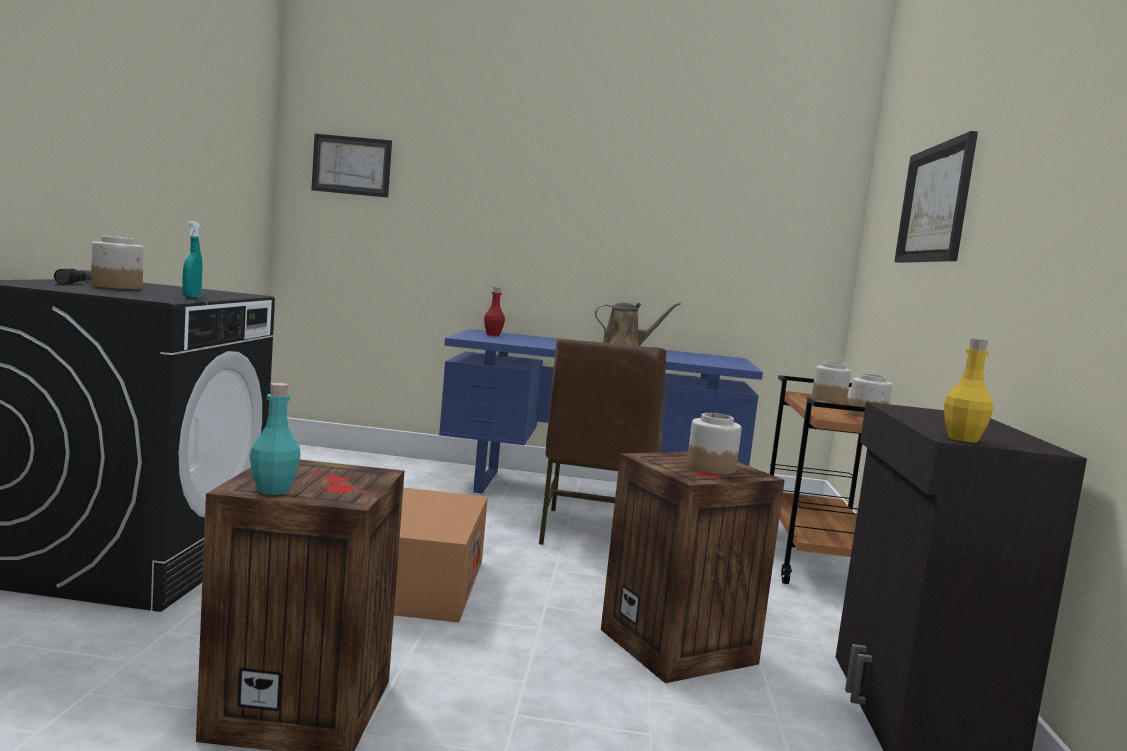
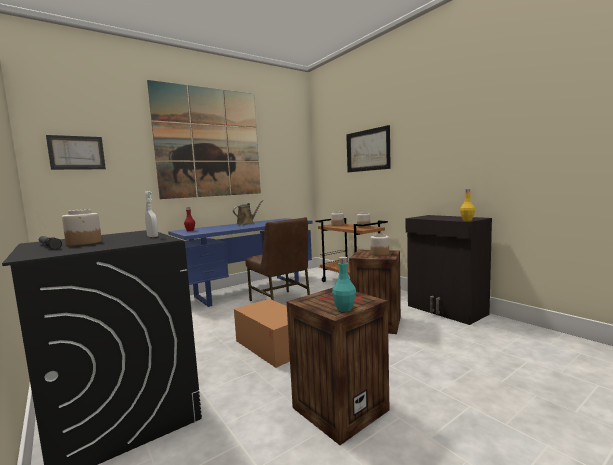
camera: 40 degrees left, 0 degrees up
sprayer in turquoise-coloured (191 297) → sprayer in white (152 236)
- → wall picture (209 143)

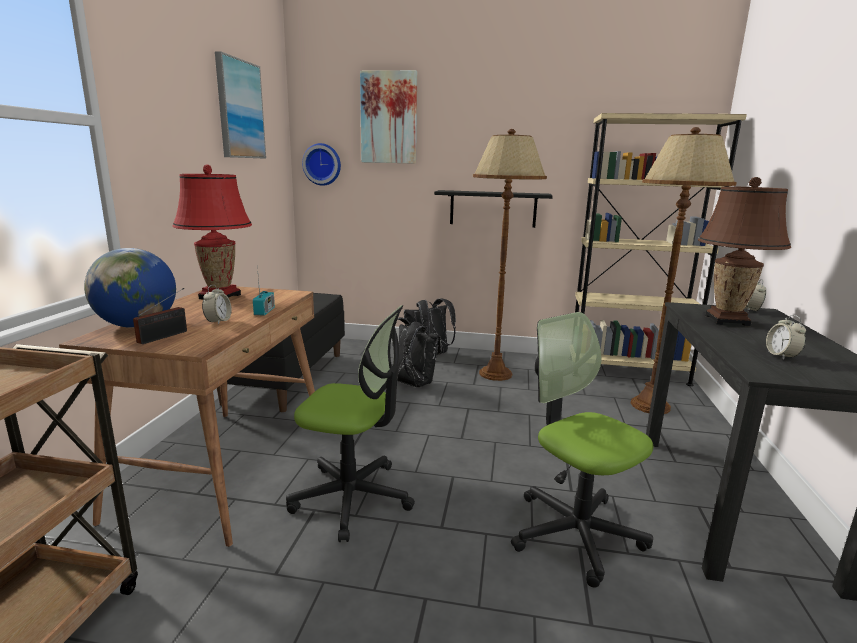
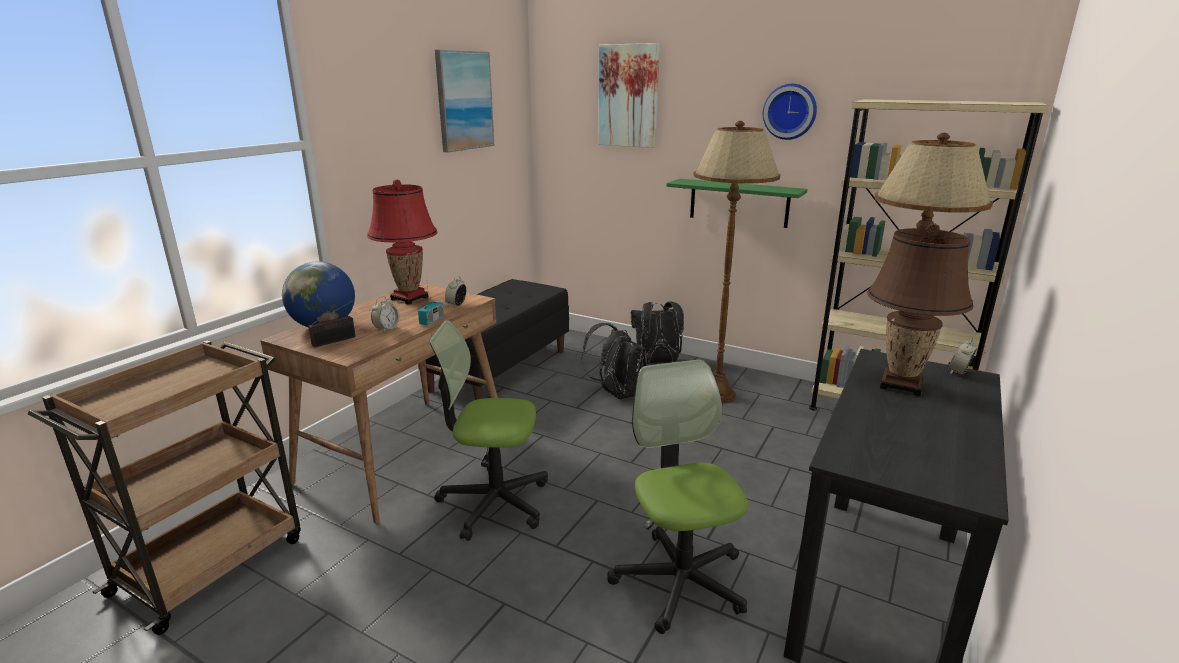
camera: 20 degrees right, 5 degrees up
clock on the wall (322 164) → clock on the wall (790 111), move
bracket shelf in black (493 208) → bracket shelf in green (738 203)
desk chair (352 497) → desk chair (494 502), 150 degrees clockwise
alarm clock (781 356) → alarm clock (456 304), move

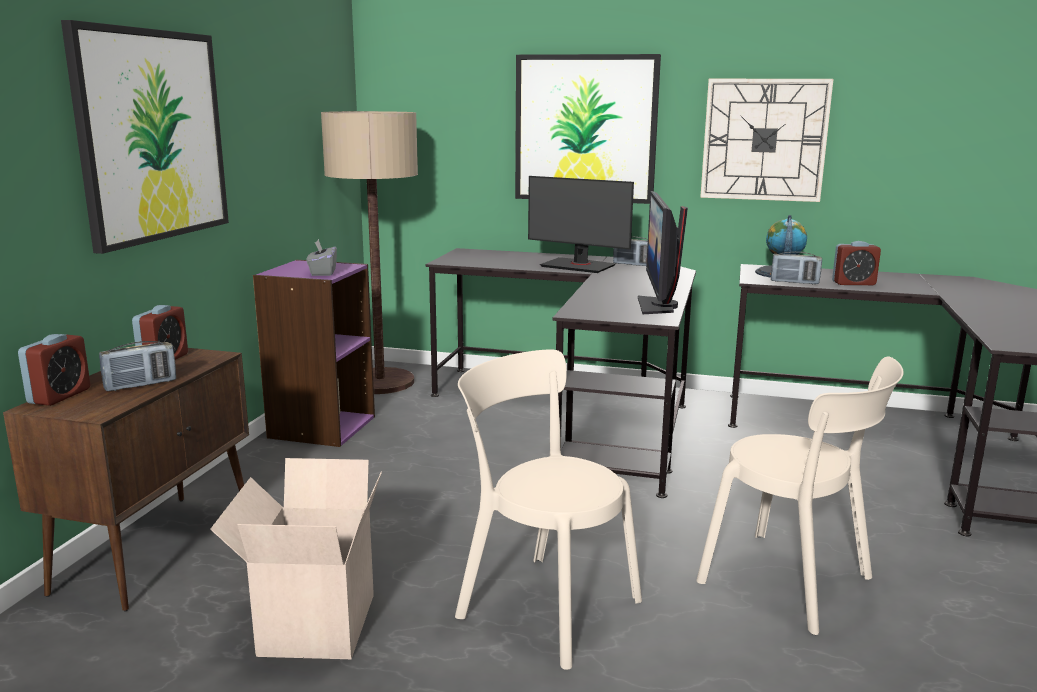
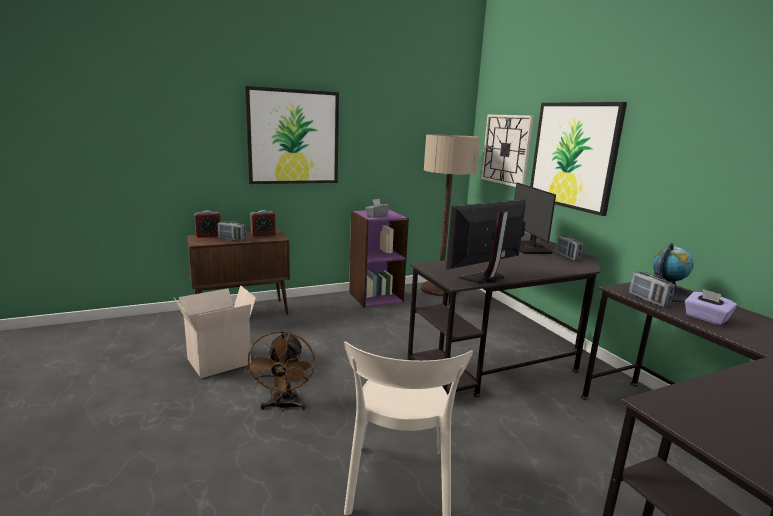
camera: 50 degrees right, 0 degrees up
clock on the wall (764 140) → clock on the wall (506 149), move
alarm clock (853 283) → tissue box in purple (706 318)
chair in sand-coloured (542 605) → electric fan in brown-coloured (283 406)

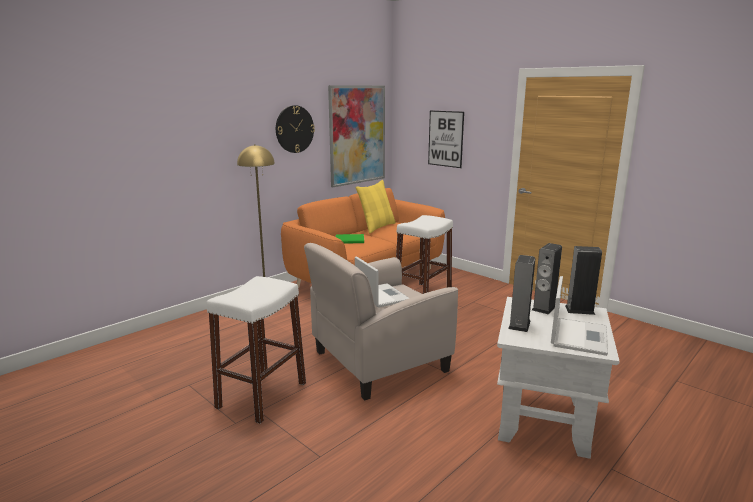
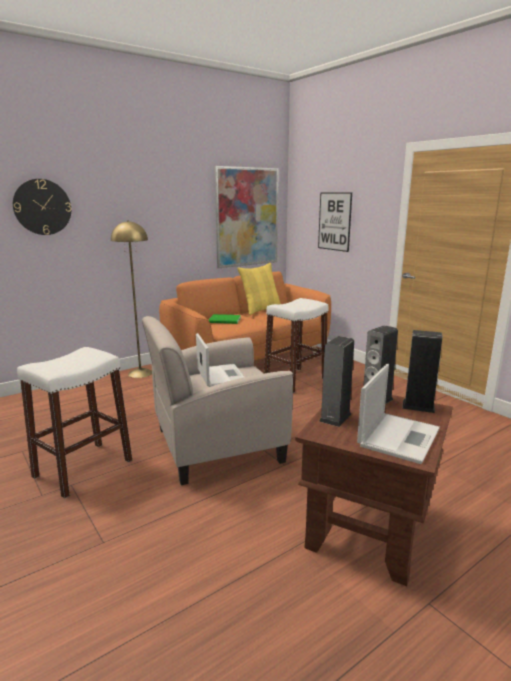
camera: 10 degrees right, 0 degrees up
clock on the wall (294 129) → clock on the wall (42 207), move
end table in white (544 420) → end table in brown-coloured (369 530)

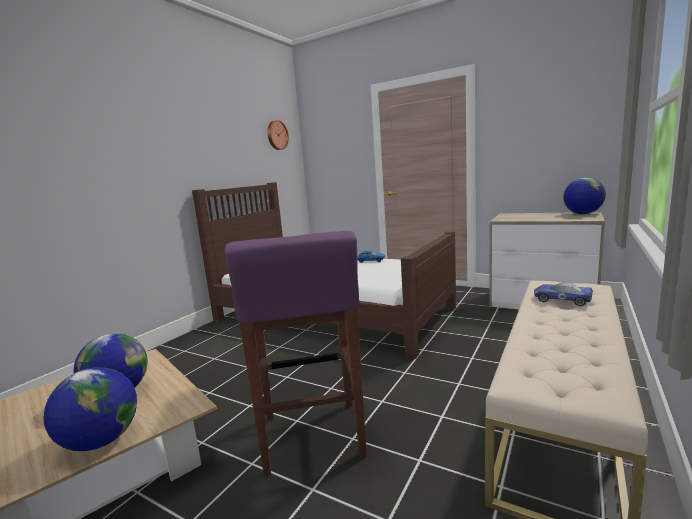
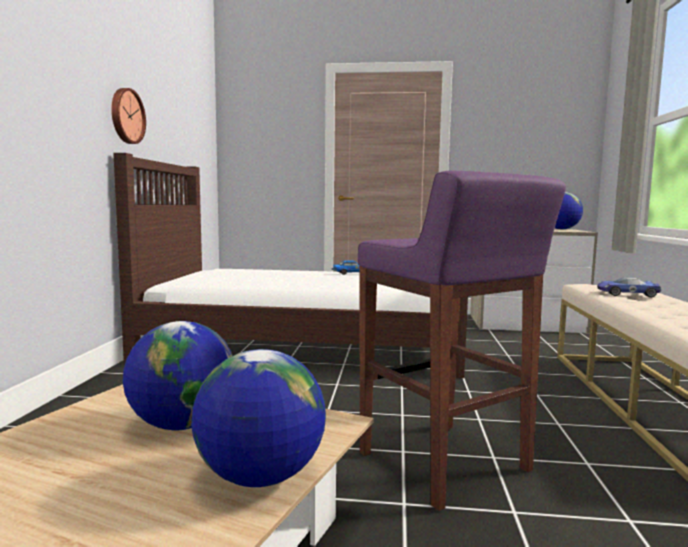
camera: 25 degrees left, 5 degrees down
clock on the wall (277 135) → clock on the wall (126 116), move

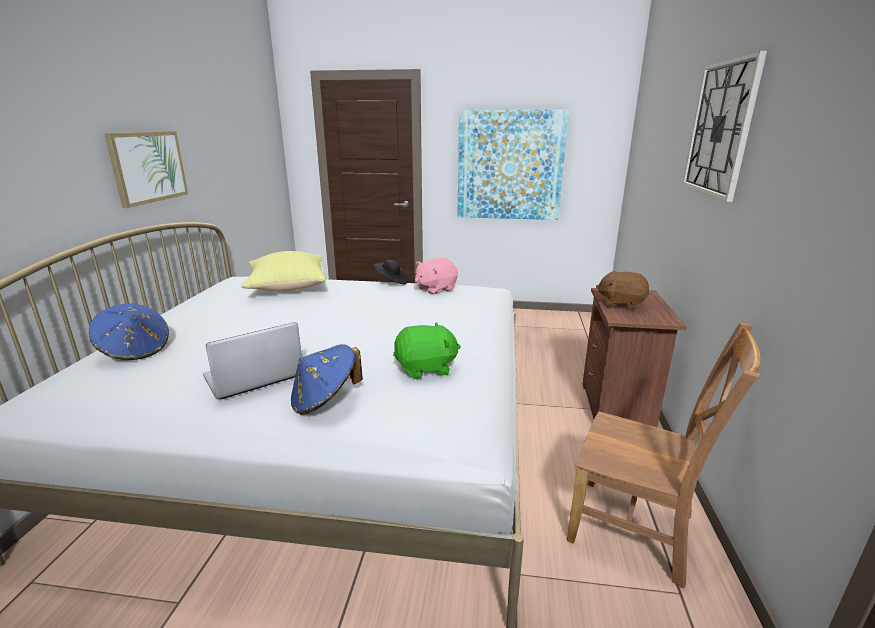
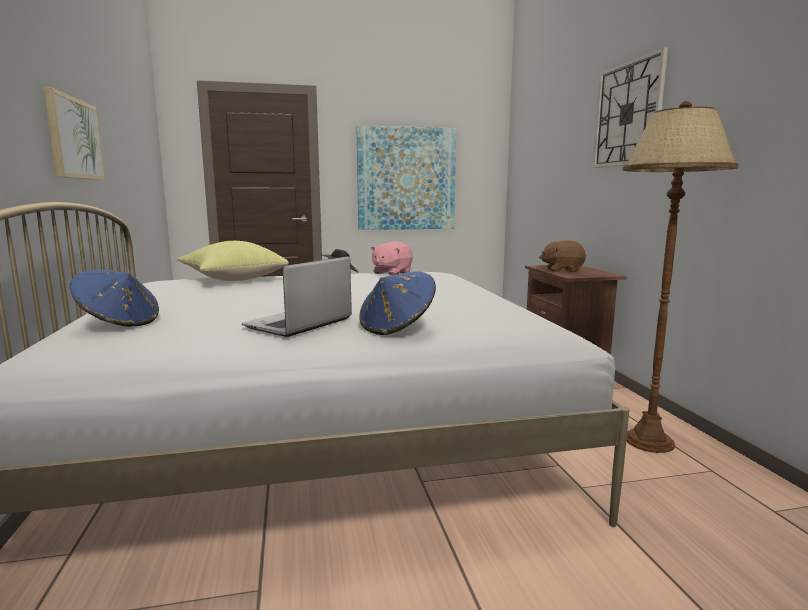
camera: 20 degrees left, 10 degrees down
soft toy in green (426 368) → -
chair in brown-coloured (636 531) → floor lamp in brown-coloured (648 441)

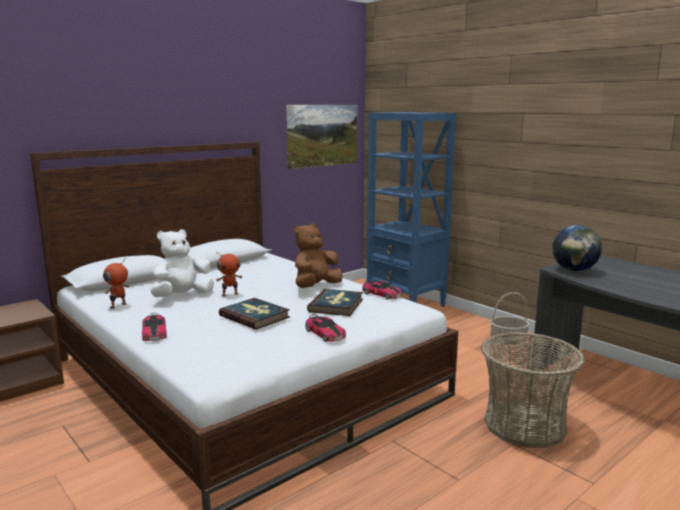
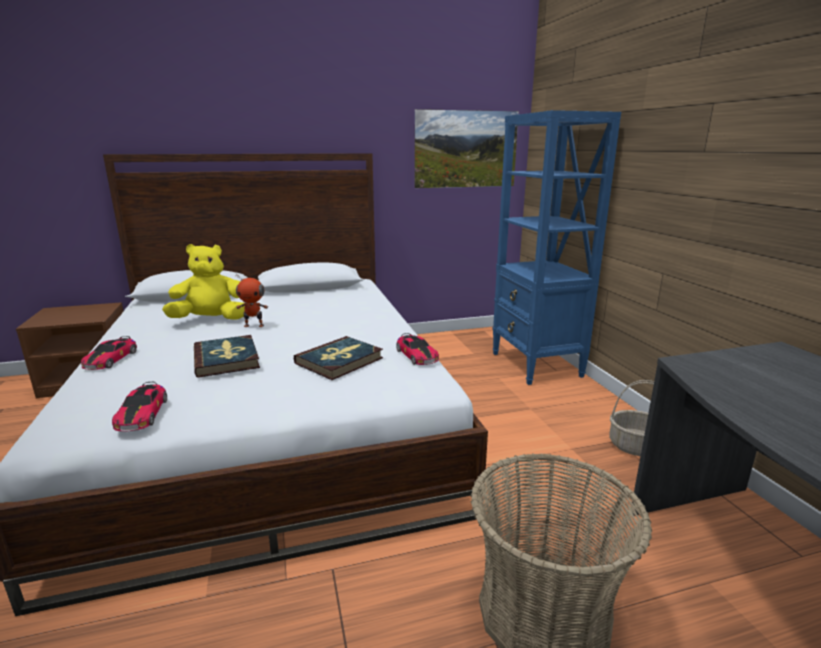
camera: 25 degrees right, 5 degrees up
soft toy in brown-coloured (316 287) → -
globe (574 270) → -
soft toy in white (182 296) → soft toy in yellow (211 320)
toy robot (119 306) → -
model car (325 334) → model car (142 414), move

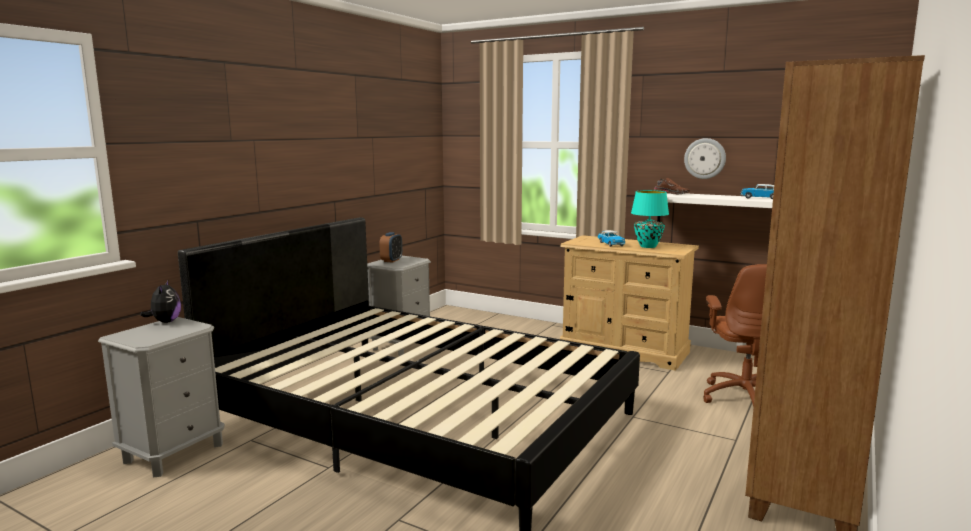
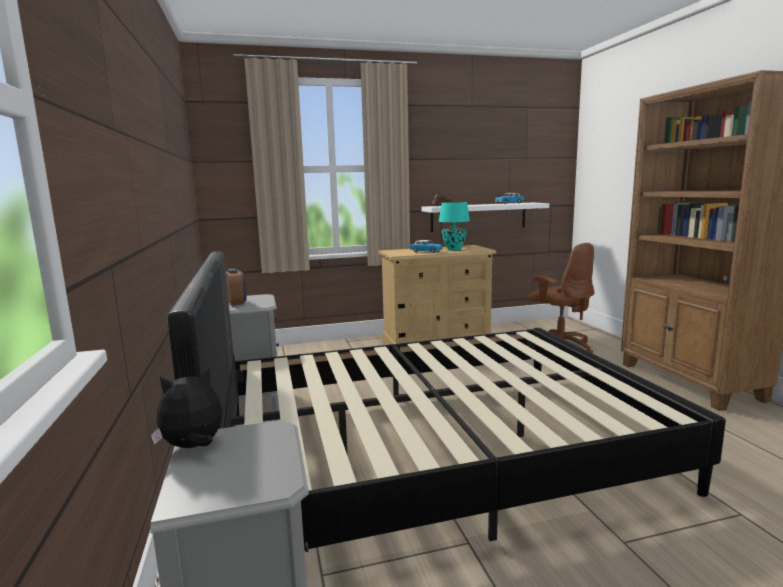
camera: 45 degrees left, 0 degrees up
clock on the wall (705 158) → -
soft toy (165 322) → soft toy (193 447), 60 degrees counterclockwise

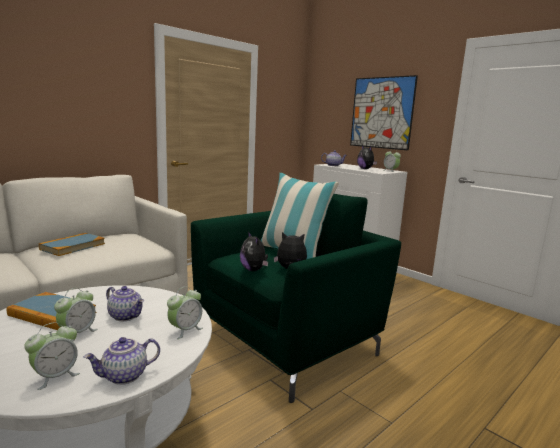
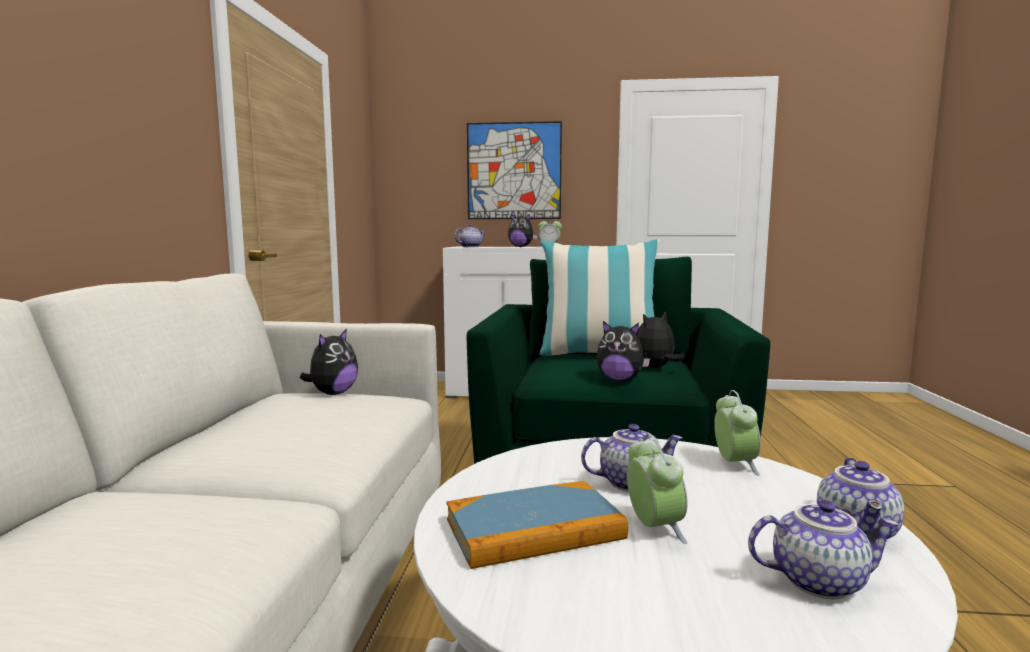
camera: 40 degrees left, 5 degrees down
book (73 246) → -
alarm clock (55 376) → pot for tea (818 580)
- → soft toy (333 393)

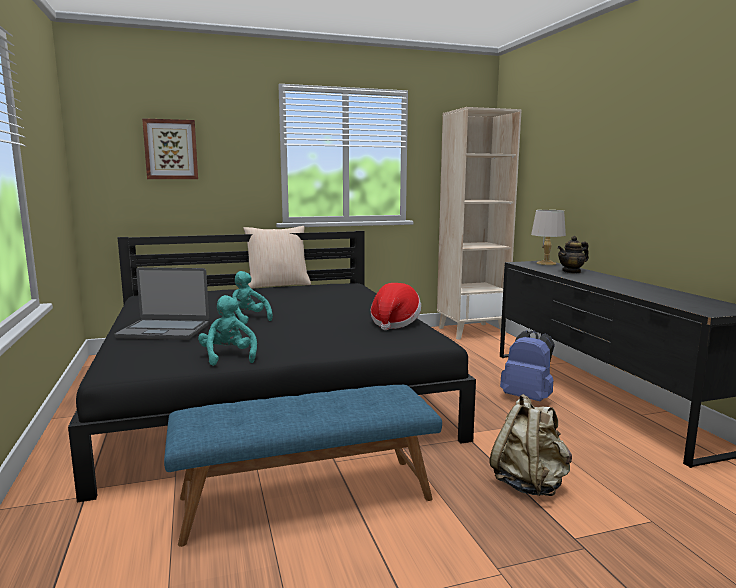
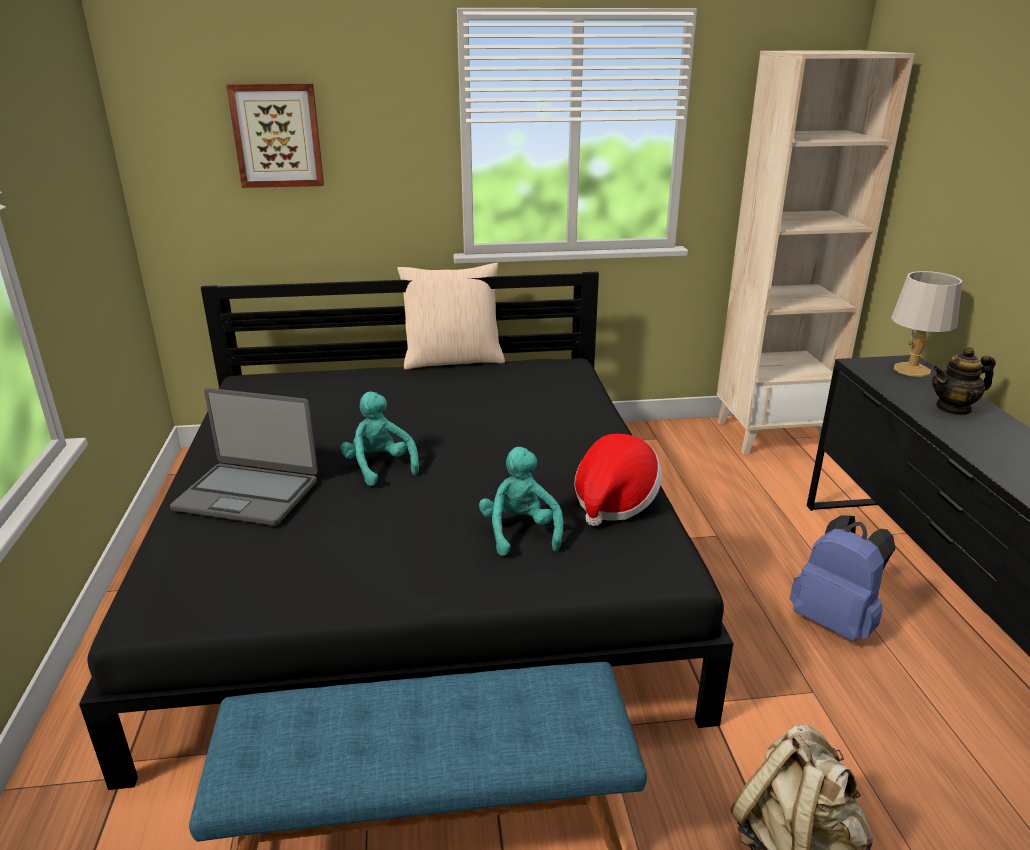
camera: 10 degrees right, 15 degrees up
soft toy in turquoise-coloured (228 357) → soft toy in turquoise-coloured (520 532), move

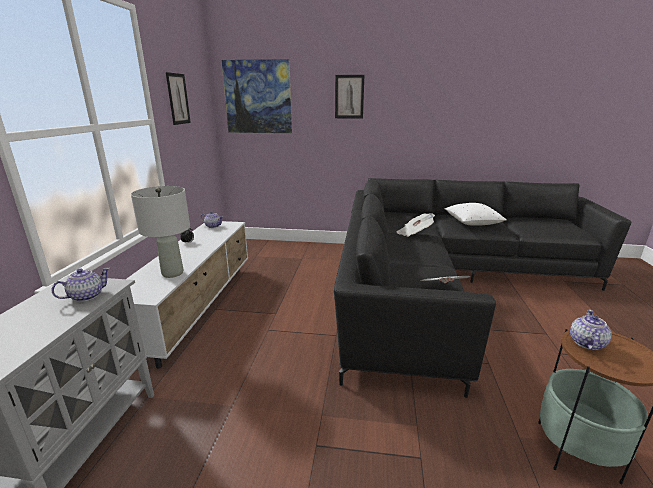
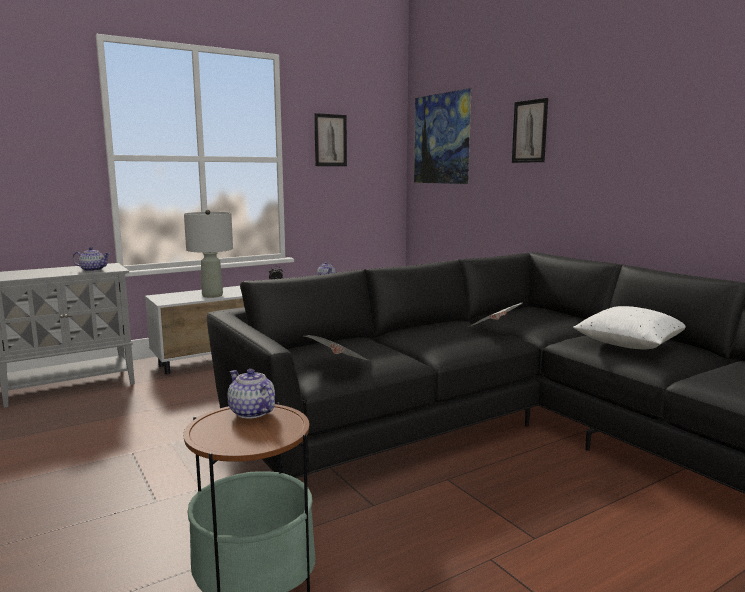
camera: 50 degrees right, 10 degrees down
pot for tea (586 343) → pot for tea (252 412), 120 degrees counterclockwise

